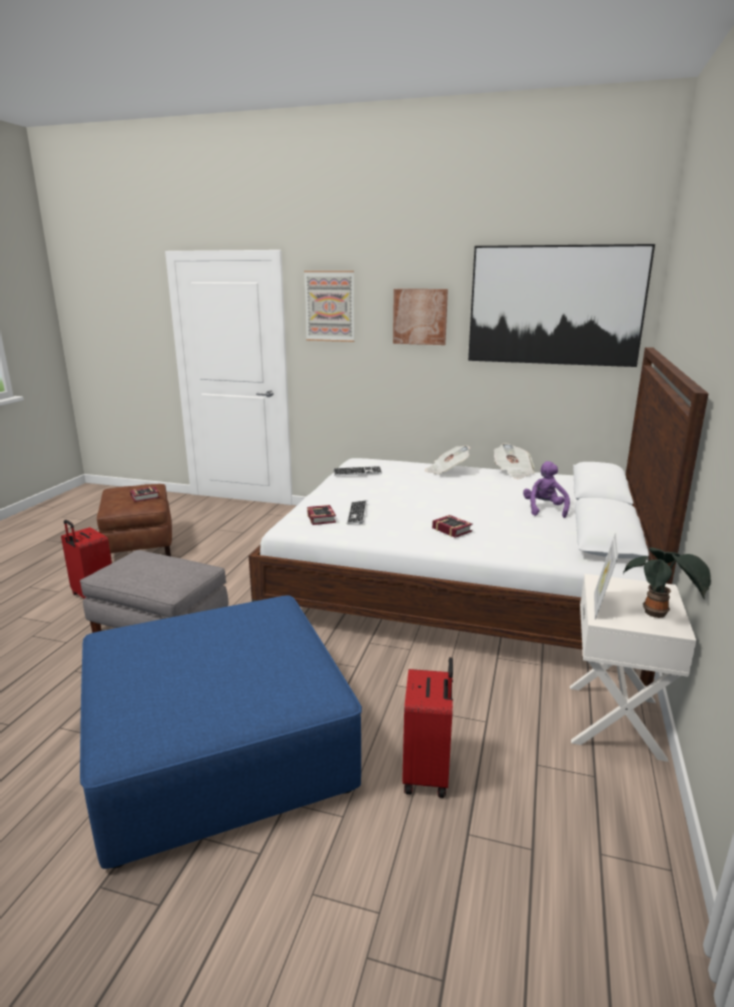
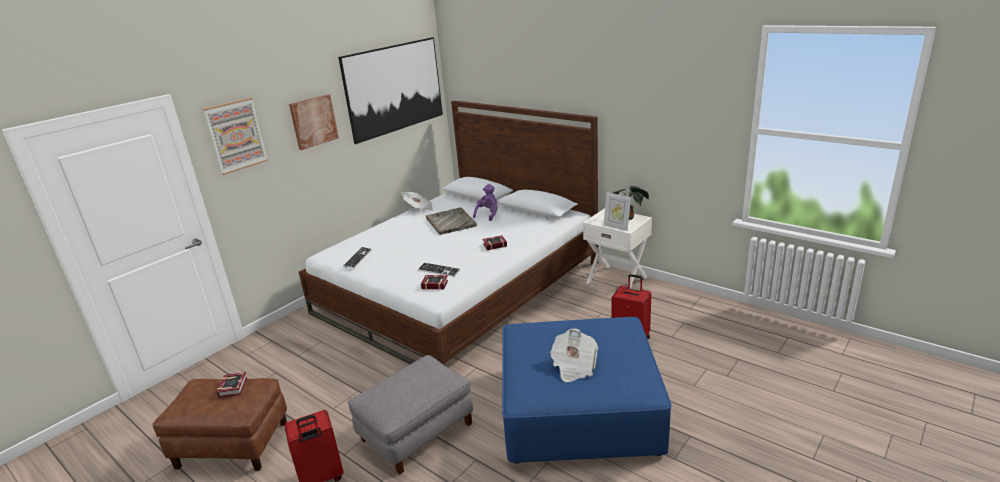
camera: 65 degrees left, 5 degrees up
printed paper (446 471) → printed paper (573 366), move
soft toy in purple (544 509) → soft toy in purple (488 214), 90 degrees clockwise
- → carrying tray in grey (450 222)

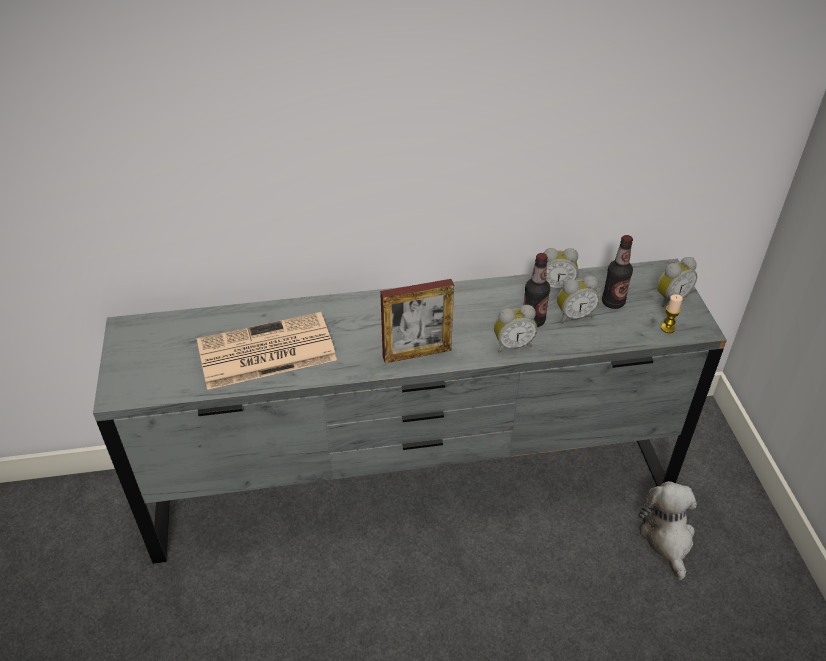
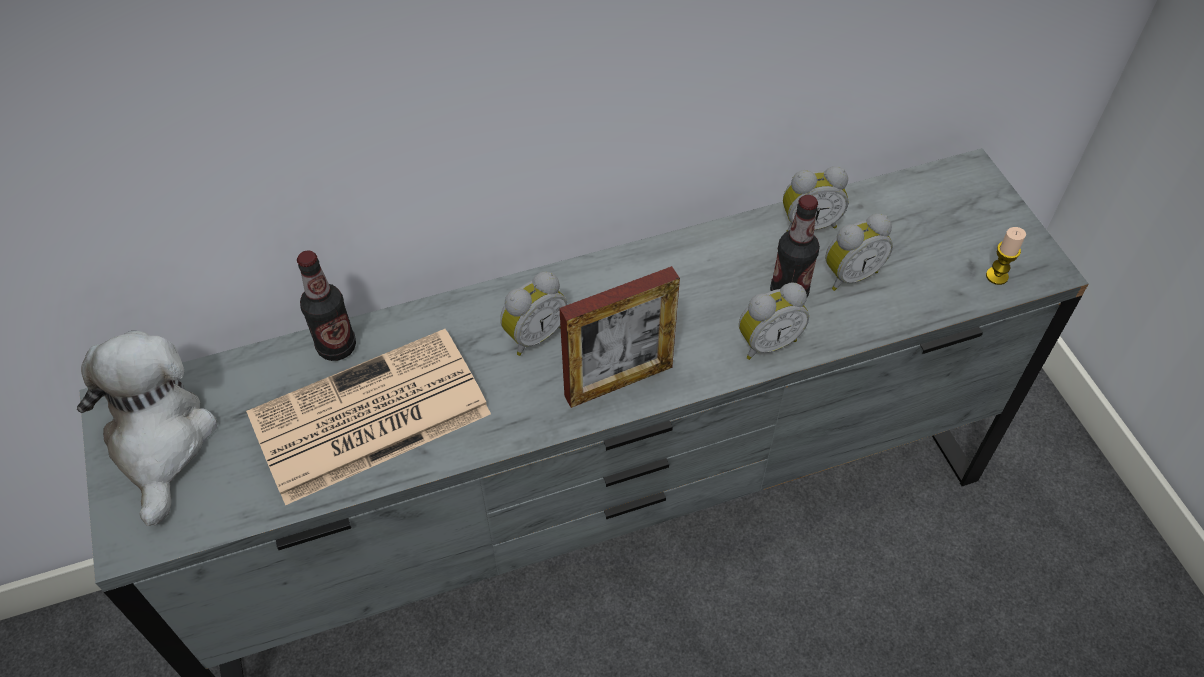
camera: 10 degrees left, 10 degrees up
drink bottle (613 302) → drink bottle (337 347), move
alarm clock (670 298) → alarm clock (533 334), move
soft toy (667 538) → soft toy (160 442), move

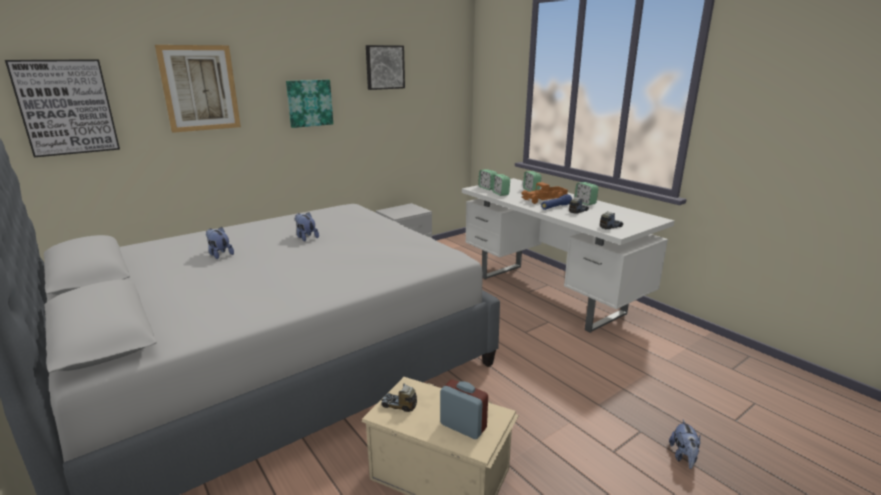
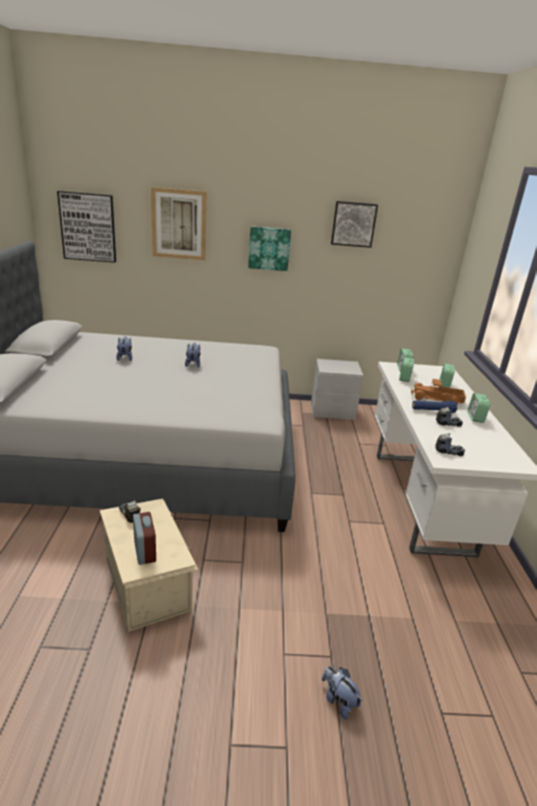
camera: 35 degrees right, 5 degrees up
soft toy (683 456) → soft toy (338 700), 90 degrees clockwise

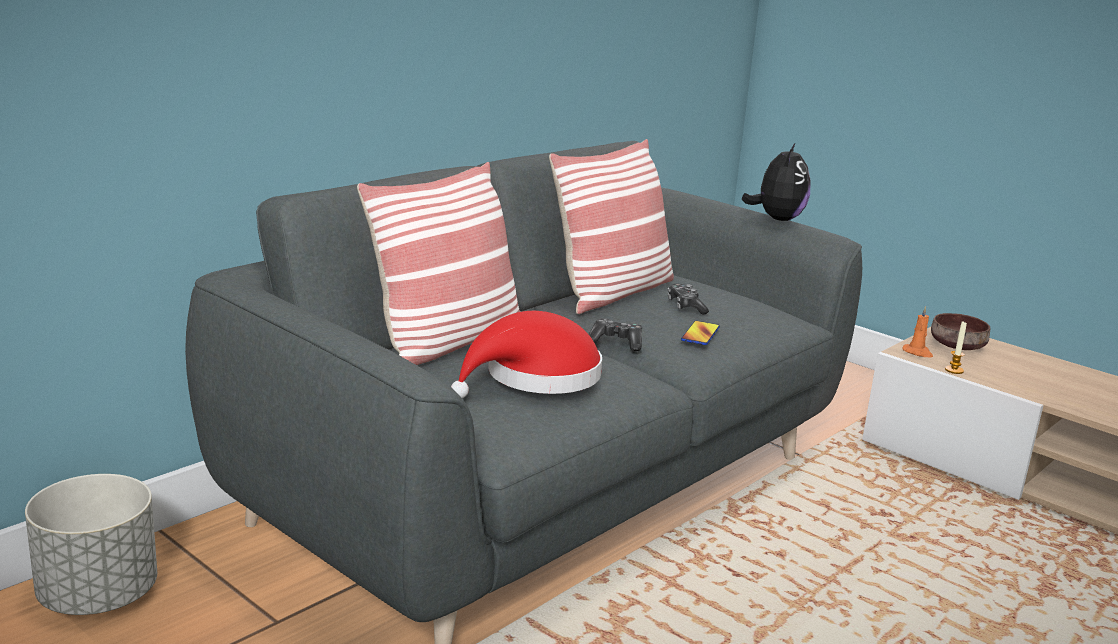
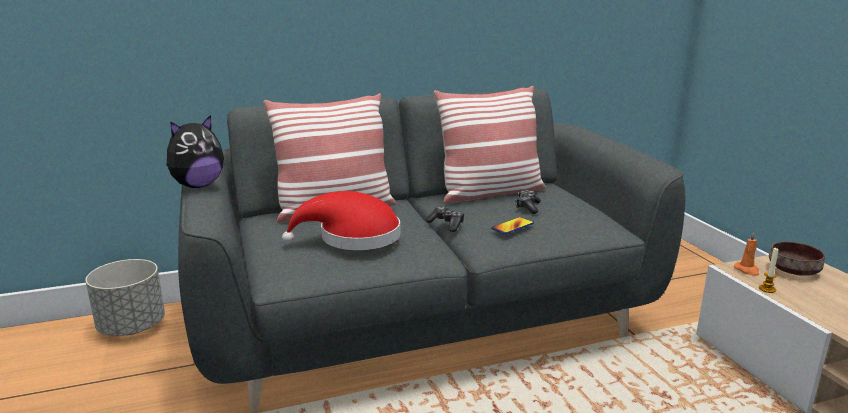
camera: 30 degrees right, 0 degrees up
soft toy (777 219) → soft toy (197 185), move

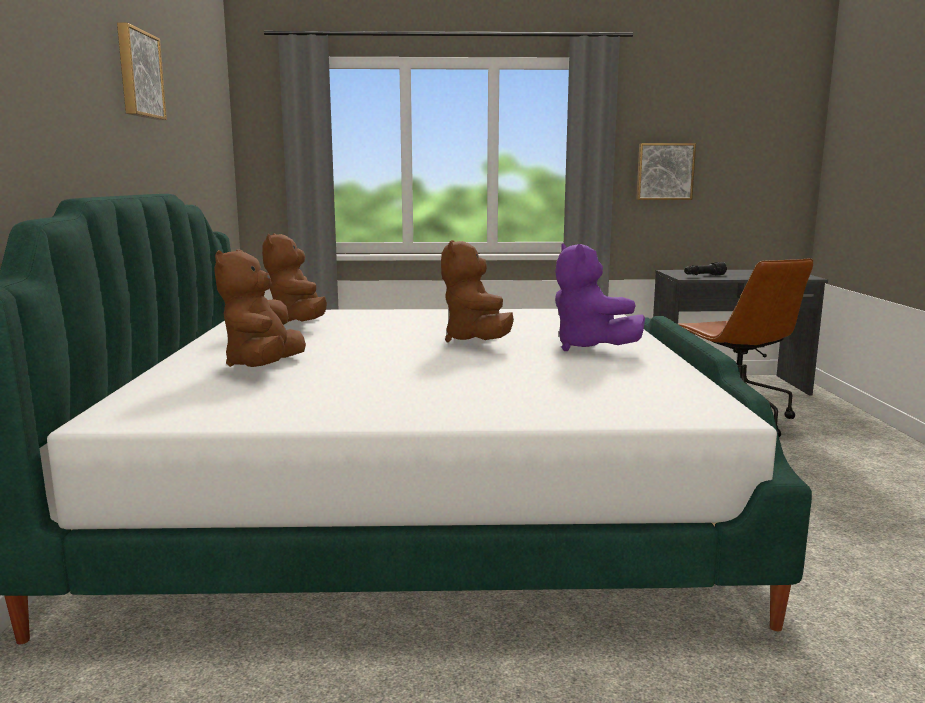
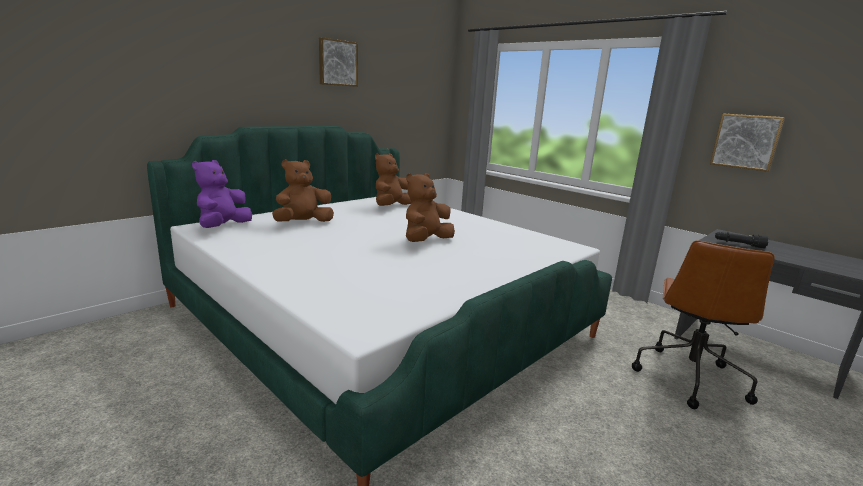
camera: 45 degrees right, 5 degrees up
soft toy in purple (589 347) → soft toy in purple (223 227), move

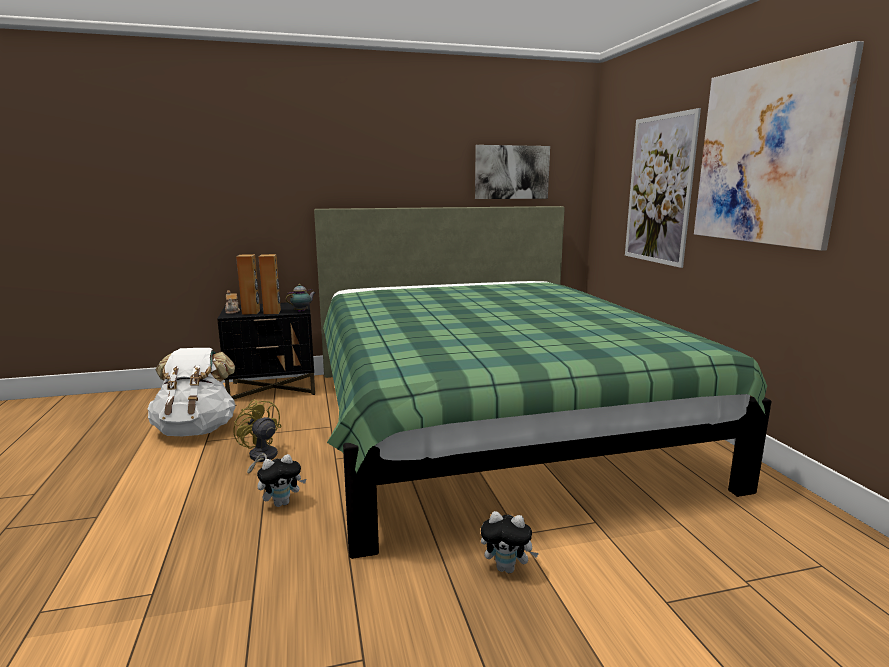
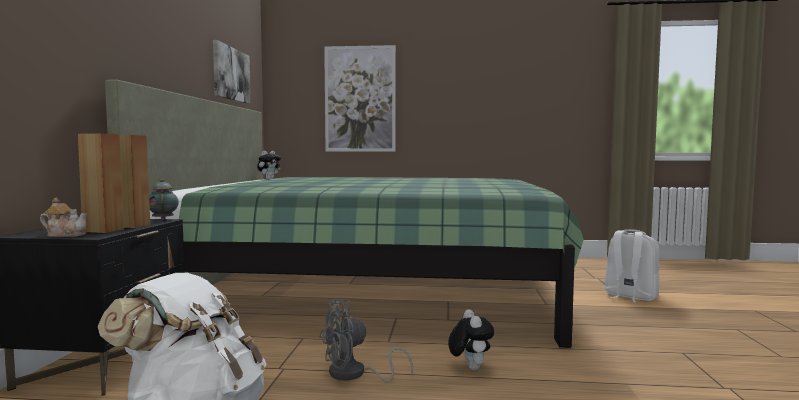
camera: 70 degrees left, 10 degrees down
wall picture (766 155) → -
electric fan in yellow (261 459) → electric fan in grey (354 375)
soft toy (507 568) → soft toy (269 179), move
- → knapsack in white (630 296)

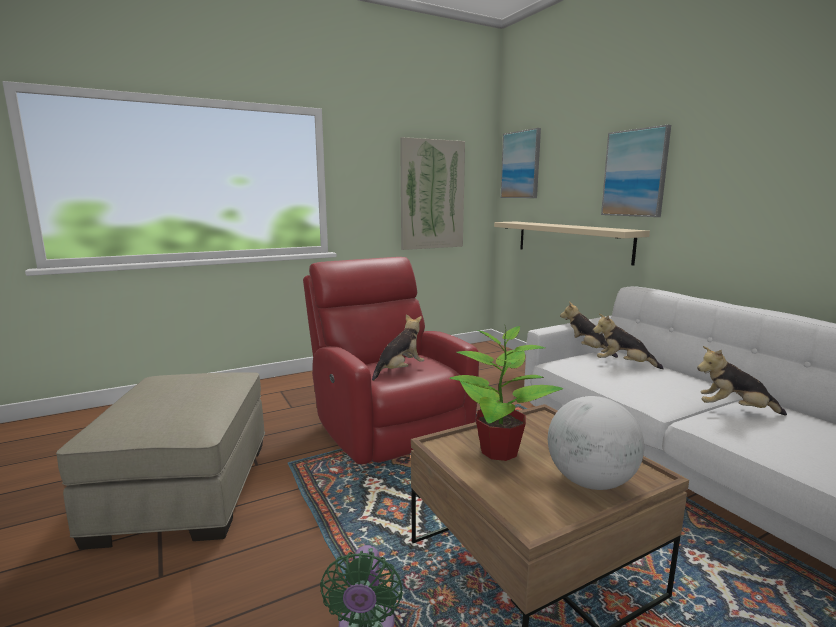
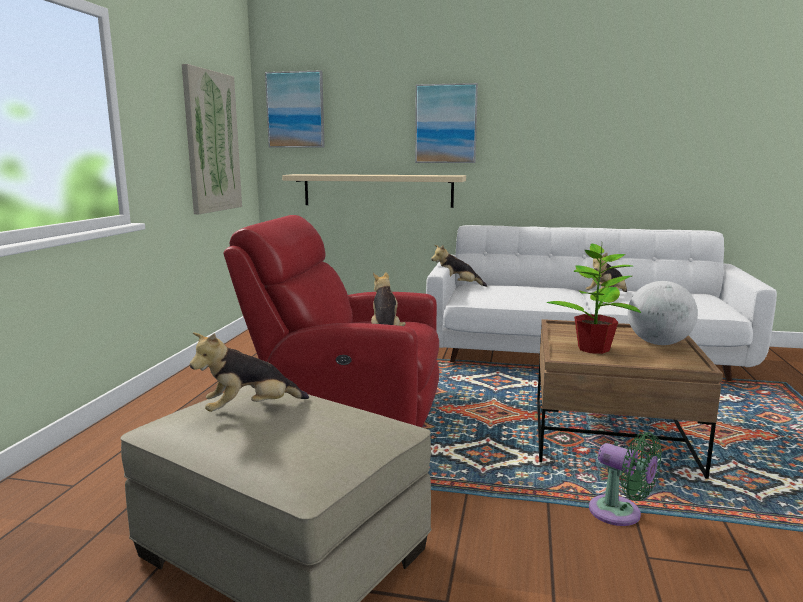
camera: 50 degrees left, 0 degrees up
soft toy (623 365) → soft toy (250 410), move

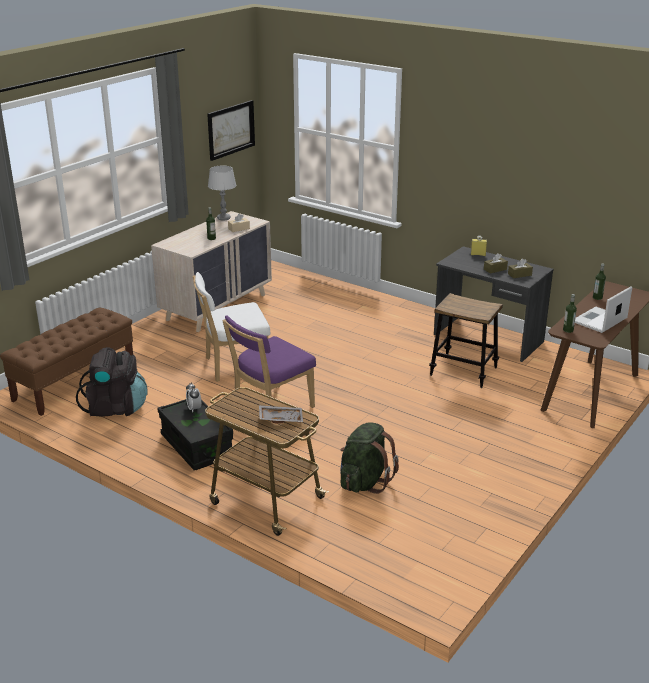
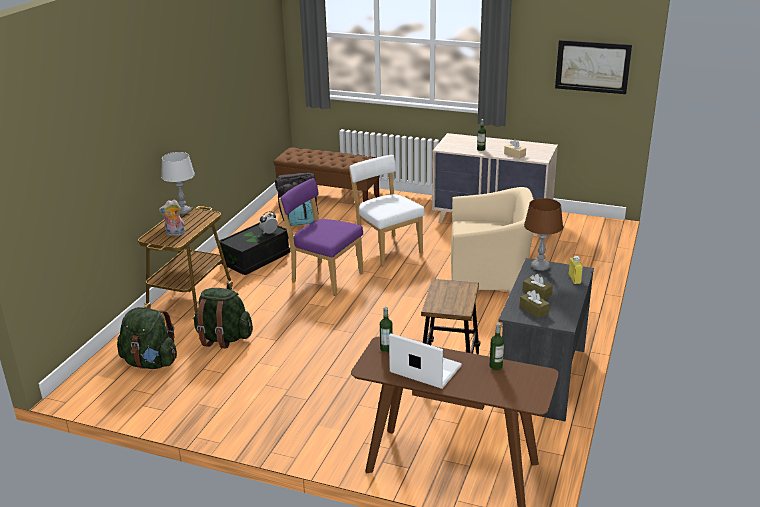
camera: 75 degrees right, 0 degrees up
lamp for a table in grey (223 218) → lamp for a table in grey (183 211), move
carrying tray in grey (281 418) → soft toy (175 234)
- → easy chair in sand-coloured (489 273)
- → lamp for a table in brown-coloured (540 267)
- → knapsack in green (150 362)

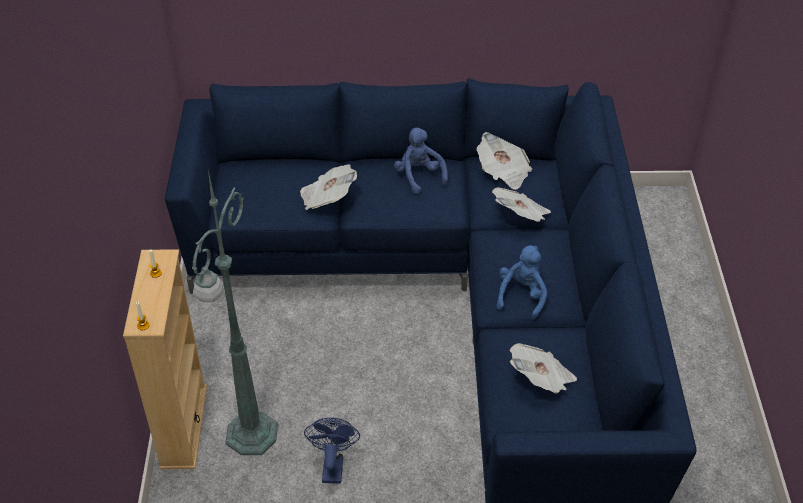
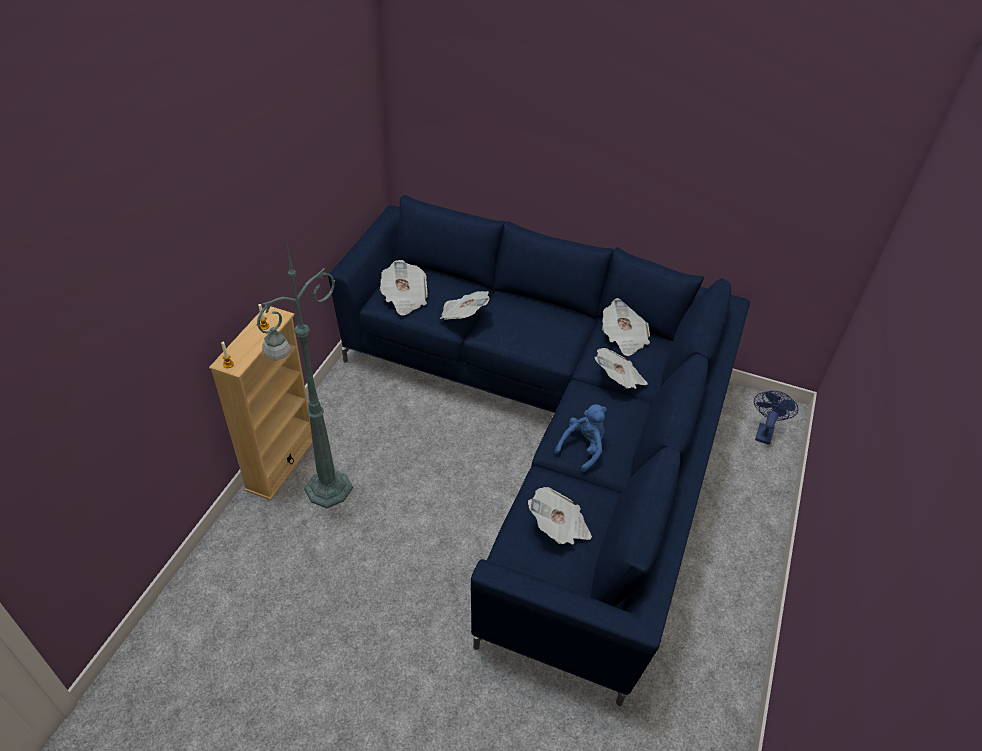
camera: 20 degrees right, 0 degrees up
soft toy in bluish (419 176) → -
electric fan in bluish (332 465) → electric fan in bluish (764 431), move
- → printed paper (404 298)

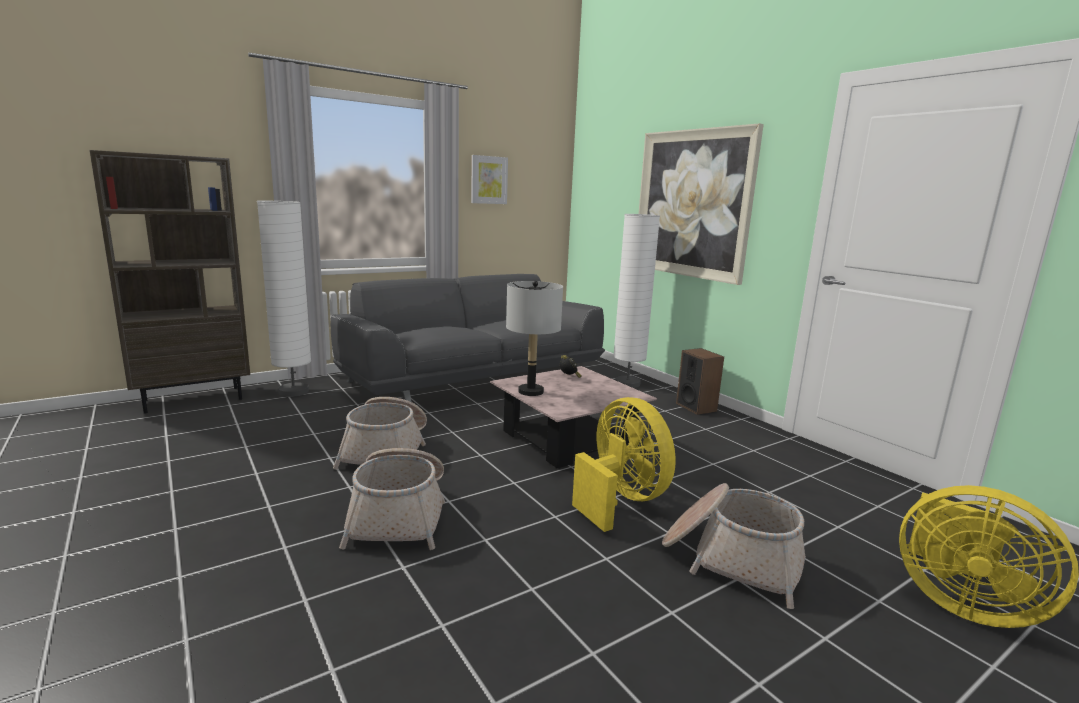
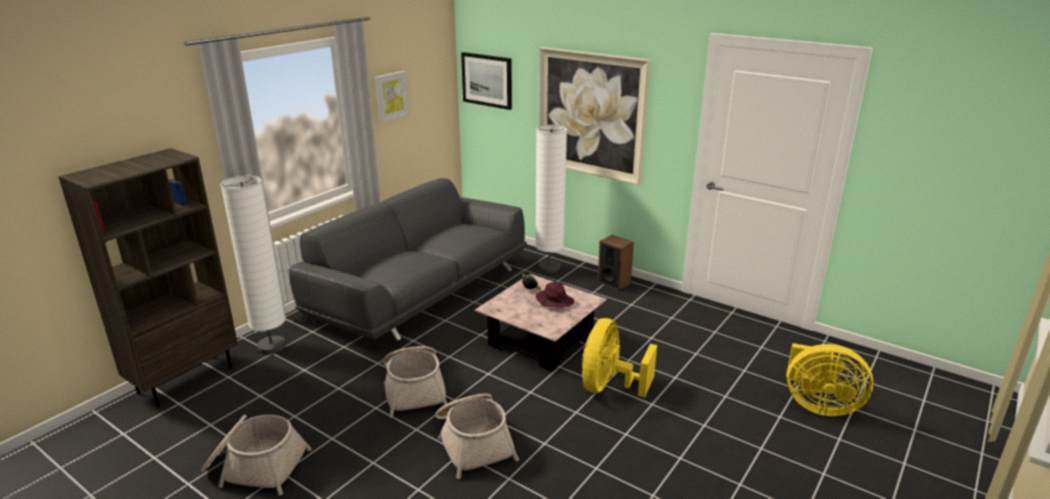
camera: 20 degrees left, 10 degrees up
lamp for a table in grey (531 391) → -
electric fan in yellow (620 500) → electric fan in yellow (609 386), 105 degrees counterclockwise
storage basket (730 559) → storage basket (255 466), move
- → wall picture (487 80)
- → hat in purple (554 301)

